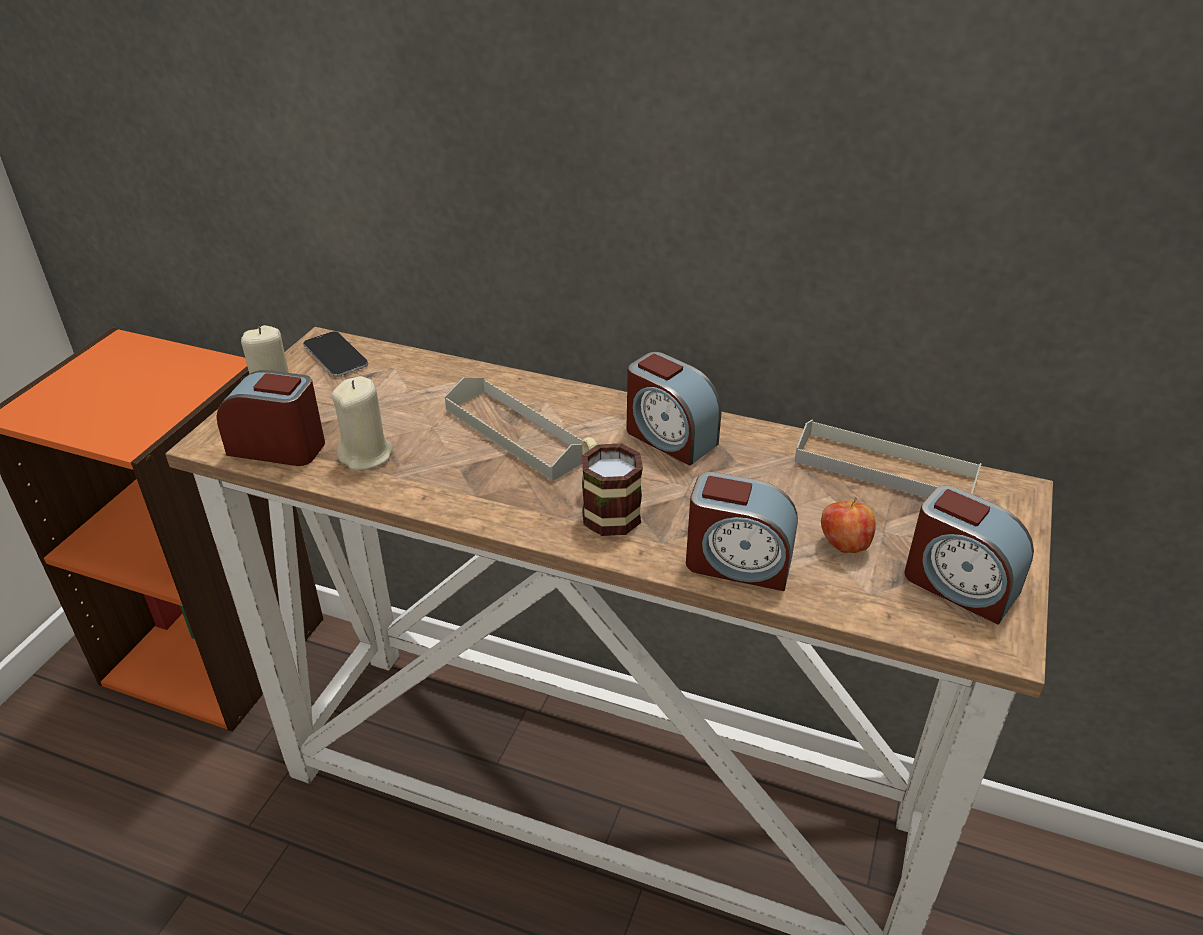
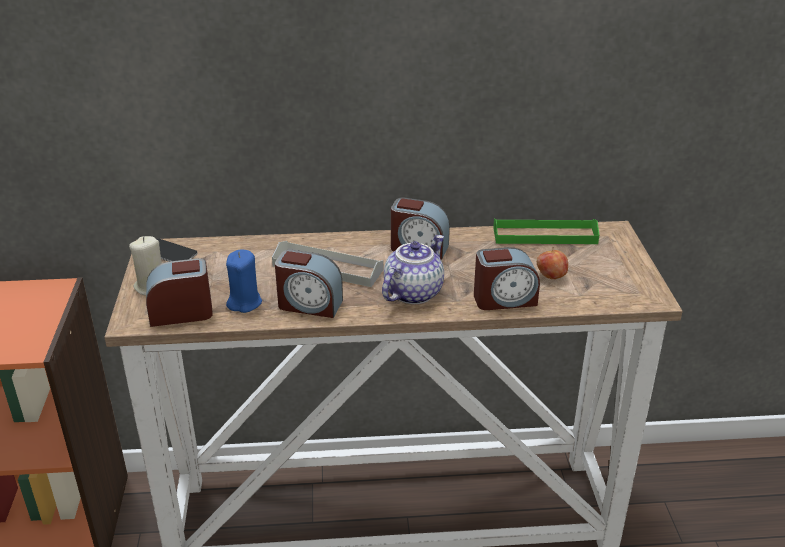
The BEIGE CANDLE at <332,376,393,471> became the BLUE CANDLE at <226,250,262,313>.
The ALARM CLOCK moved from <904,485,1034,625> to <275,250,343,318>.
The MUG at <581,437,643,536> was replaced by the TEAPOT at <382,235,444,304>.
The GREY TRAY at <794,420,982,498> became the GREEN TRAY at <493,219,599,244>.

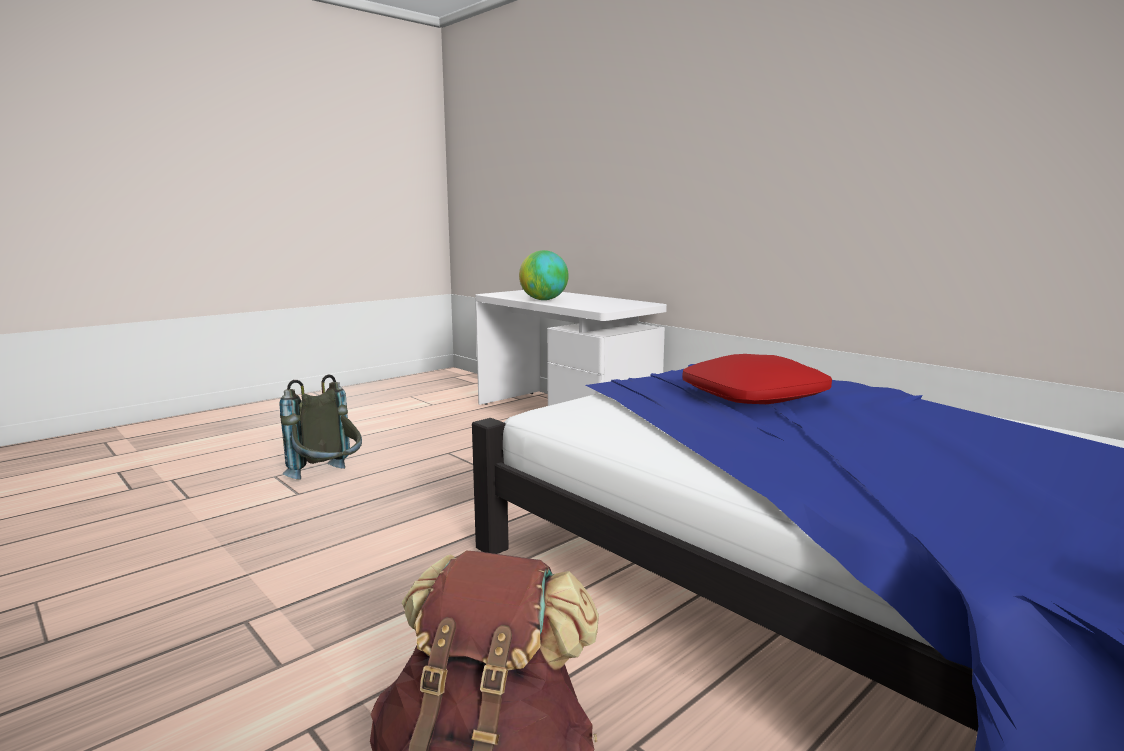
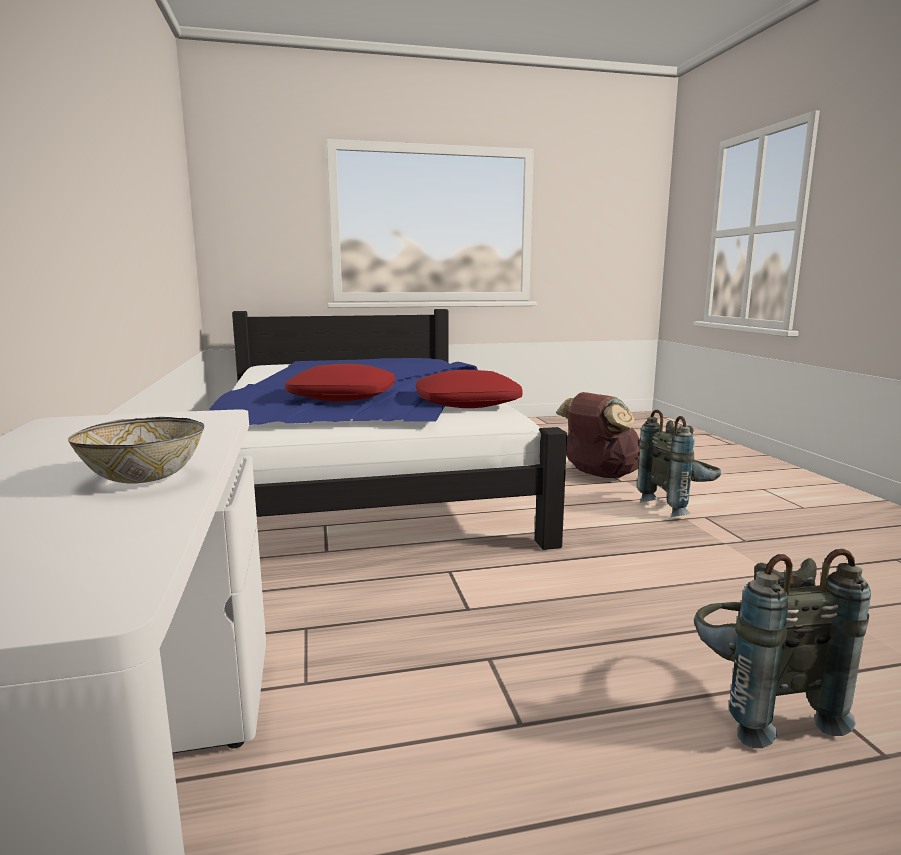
The GLOBE at <519,250,569,300> was replaced by the BOWL at <68,417,204,484>.
The RED PILLOW at <416,370,523,408> appeared.
The GREY BACKPACK at <637,410,721,517> appeared.

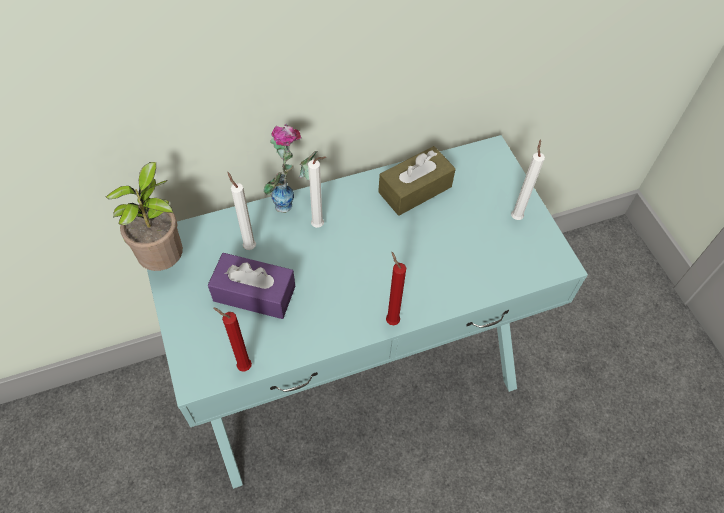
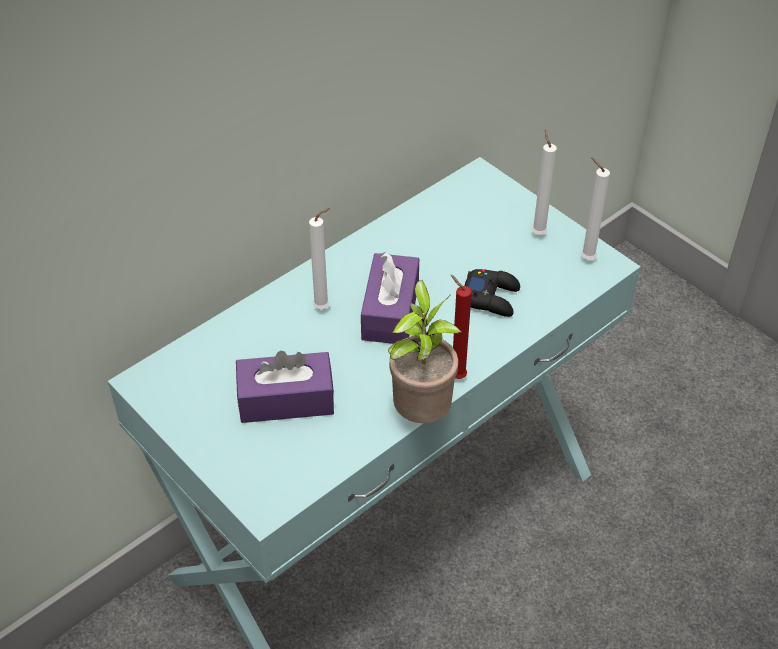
The PURPLE TISSUE BOX at <361,252,419,344> appeared.
The POTTED PLANT moved from <106,162,183,271> to <388,280,462,423>.
The BLACK GAME CONTROLLER at <464,269,520,317> appeared.
The WHITE CANDLE moved from <227,172,256,250> to <581,157,610,260>.
The RED CANDLE at <214,308,252,372> disappeared.
The VASE at <264,124,317,213> disappeared.
The BROWN TISSUE BOX at <378,146,456,216> disappeared.

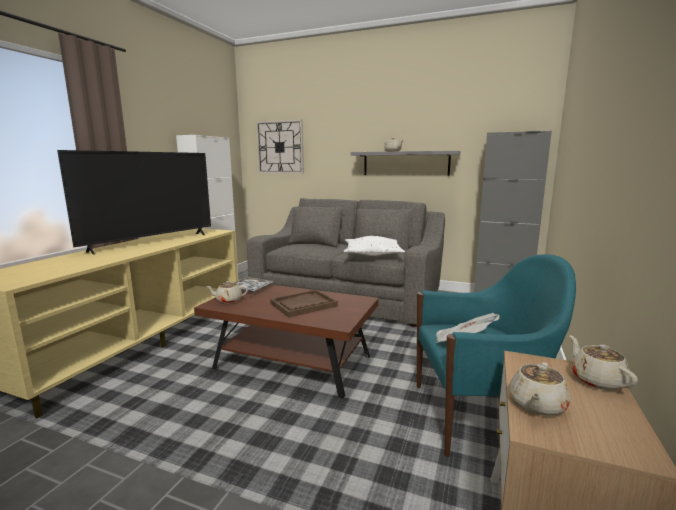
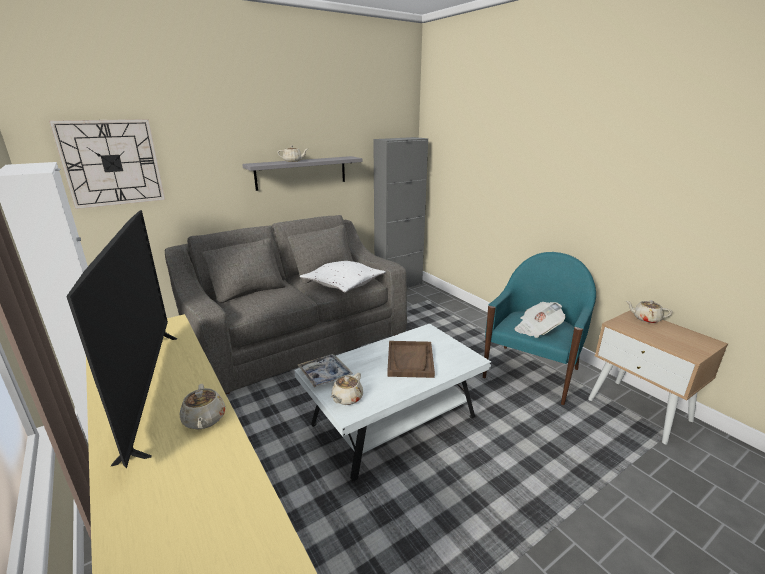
The BEIGE TEAPOT moved from <510,362,571,416> to <180,384,226,430>.
The BROWN COFFEE TABLE at <194,284,379,399> became the WHITE COFFEE TABLE at <294,324,491,482>.

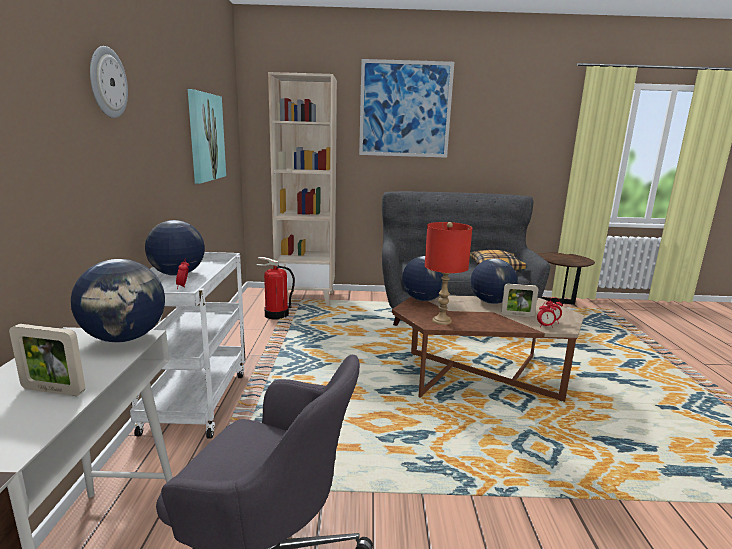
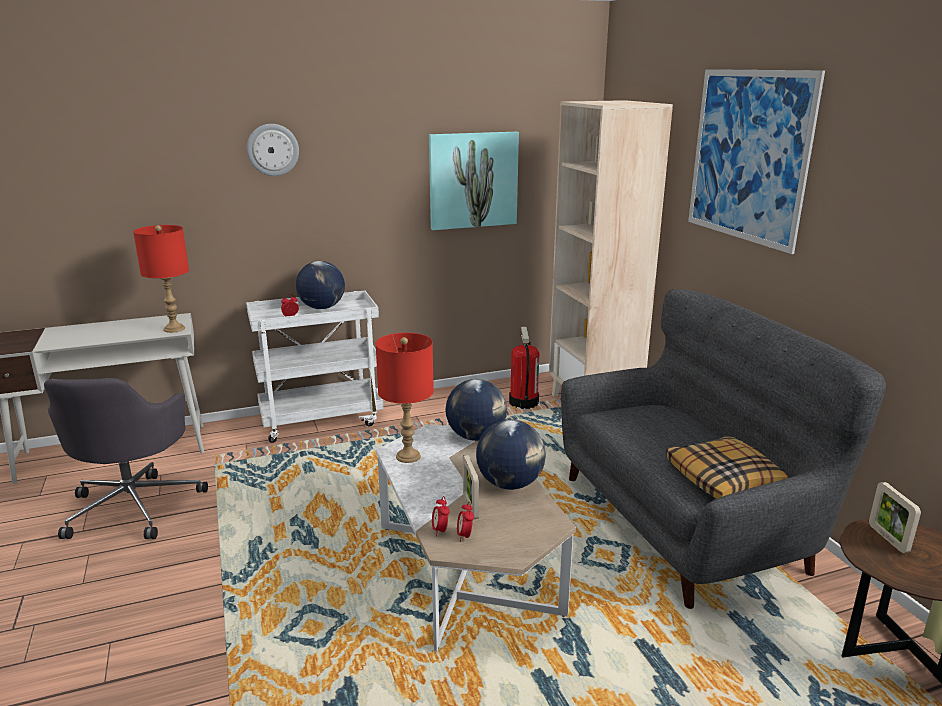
The GLOBE at <71,259,165,342> was replaced by the RED TABLE LAMP at <133,225,189,333>.
The BROWN COFFEE TABLE at <392,295,584,402> became the WHITE COFFEE TABLE at <376,424,576,652>.
The PICTURE FRAME moved from <9,324,85,396> to <869,482,921,553>.

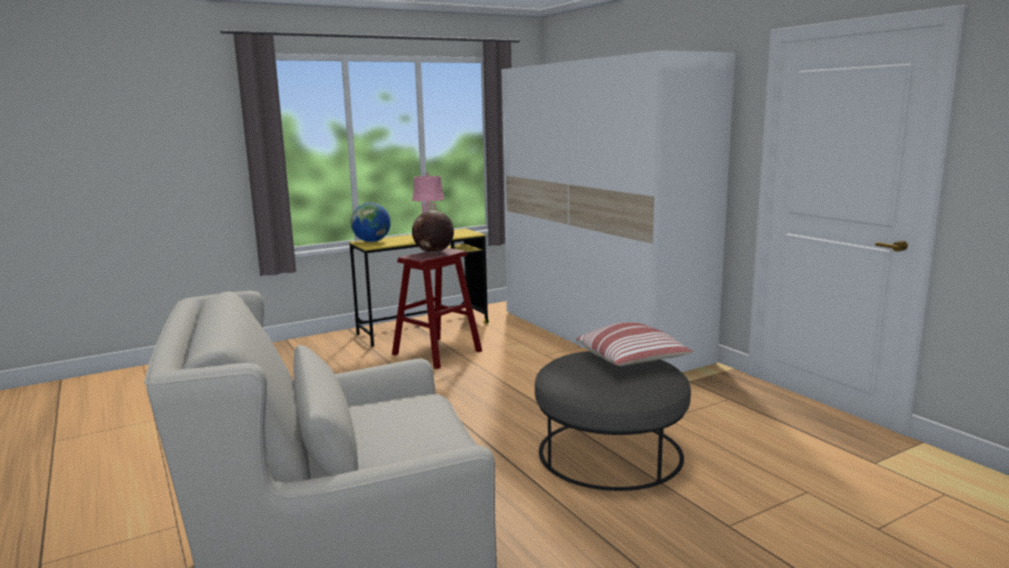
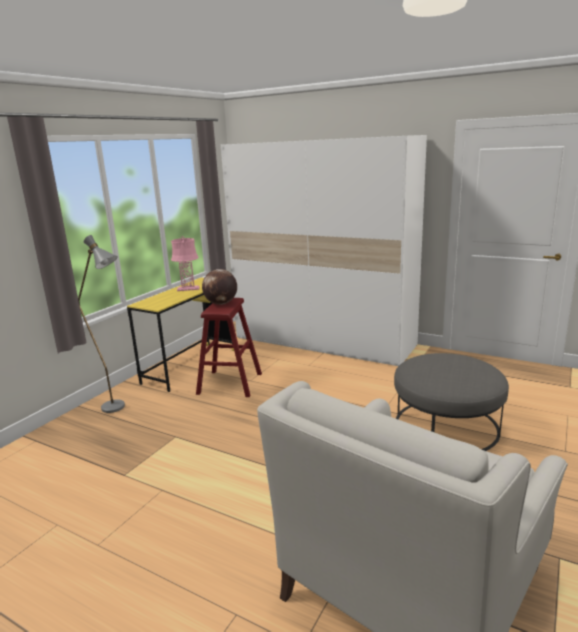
The GREY FLOOR LAMP at <78,235,125,413> appeared.
The GLOBE at <351,203,391,242> disappeared.
The PILLOW at <576,322,693,366> disappeared.

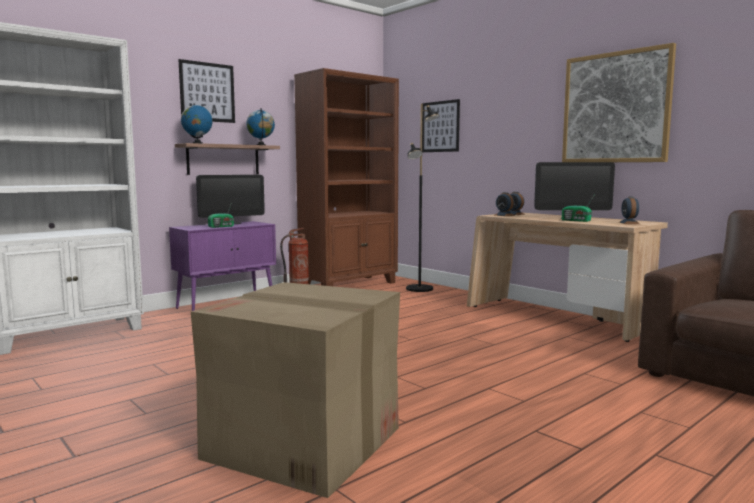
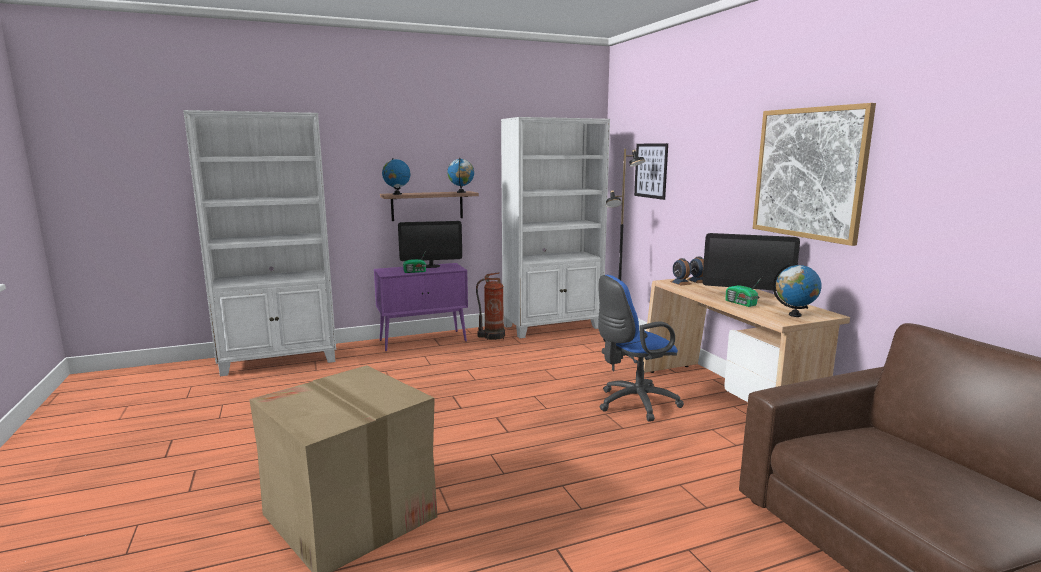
The BROWN BOOKCASE at <294,68,399,286> became the WHITE BOOKCASE at <501,117,610,339>.
The BLUE OFFICE CHAIR at <598,275,684,422> appeared.
The ALARM CLOCK at <619,196,640,224> was replaced by the GLOBE at <772,263,822,317>.
The PICTURE at <178,59,235,123> disappeared.

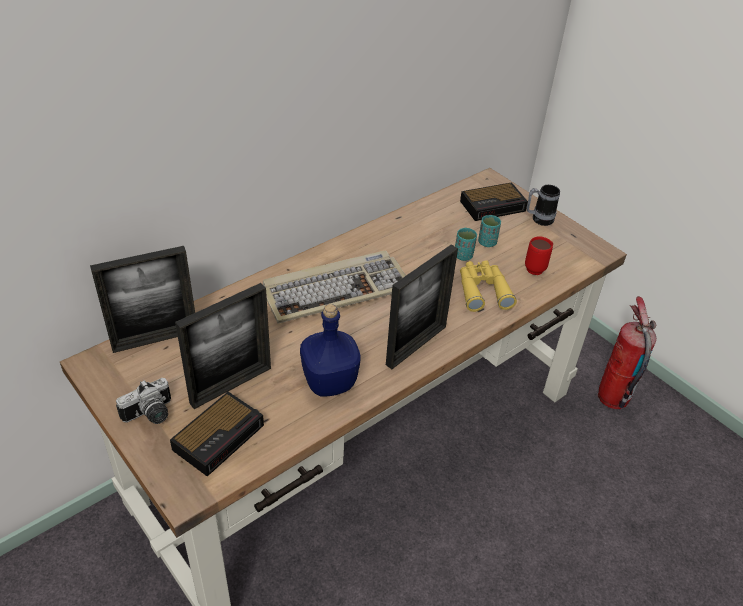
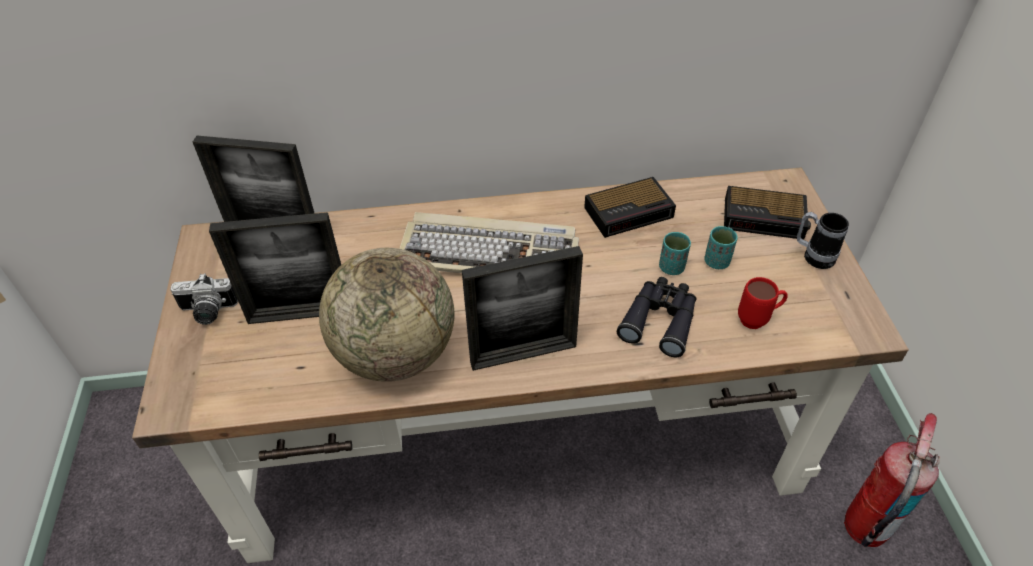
The BLUE BOTTLE at <300,304,360,397> was replaced by the GLOBE at <319,248,454,382>.
The ALARM CLOCK moved from <170,392,264,477> to <584,177,676,238>.
The YELLOW BINOCULARS at <460,260,517,312> became the BLACK BINOCULARS at <617,277,696,357>.

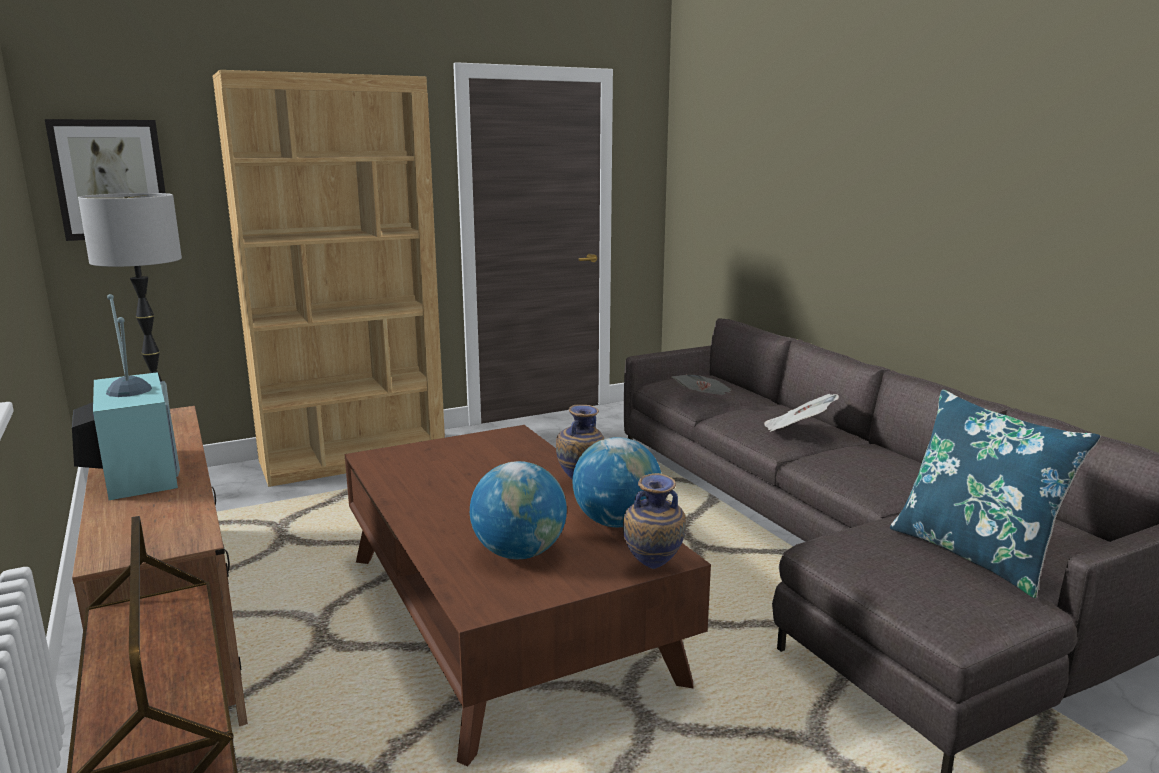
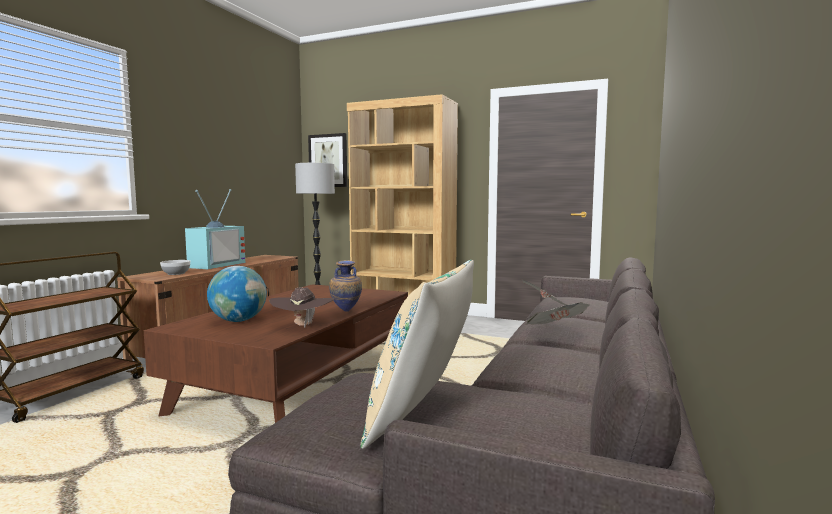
The BOWL at <160,260,190,275> appeared.
The GLOBE at <572,437,661,527> was replaced by the BROWN HAT at <269,287,334,328>.
The BLUE PILLOW at <890,390,1101,598> became the BEIGE PILLOW at <361,260,474,449>.
The VASE at <623,473,686,569> disappeared.

